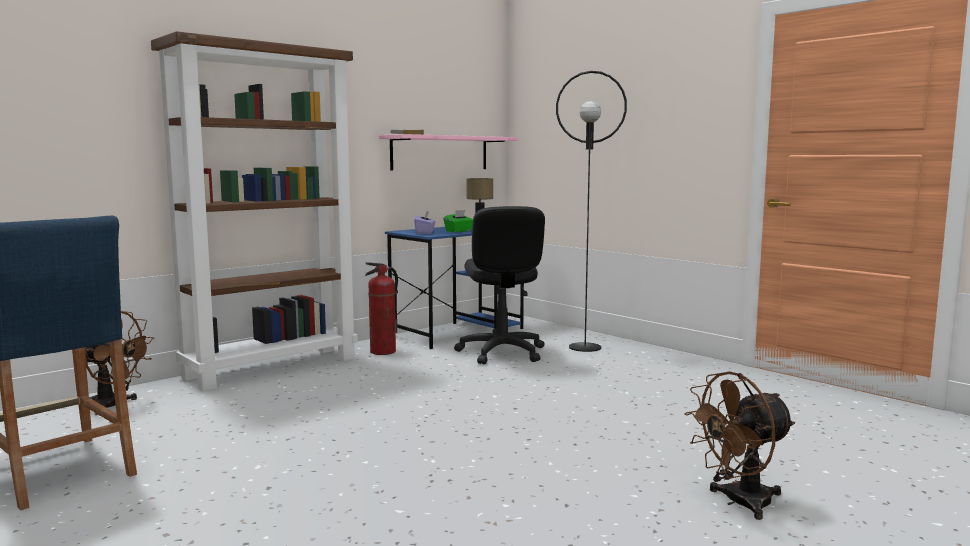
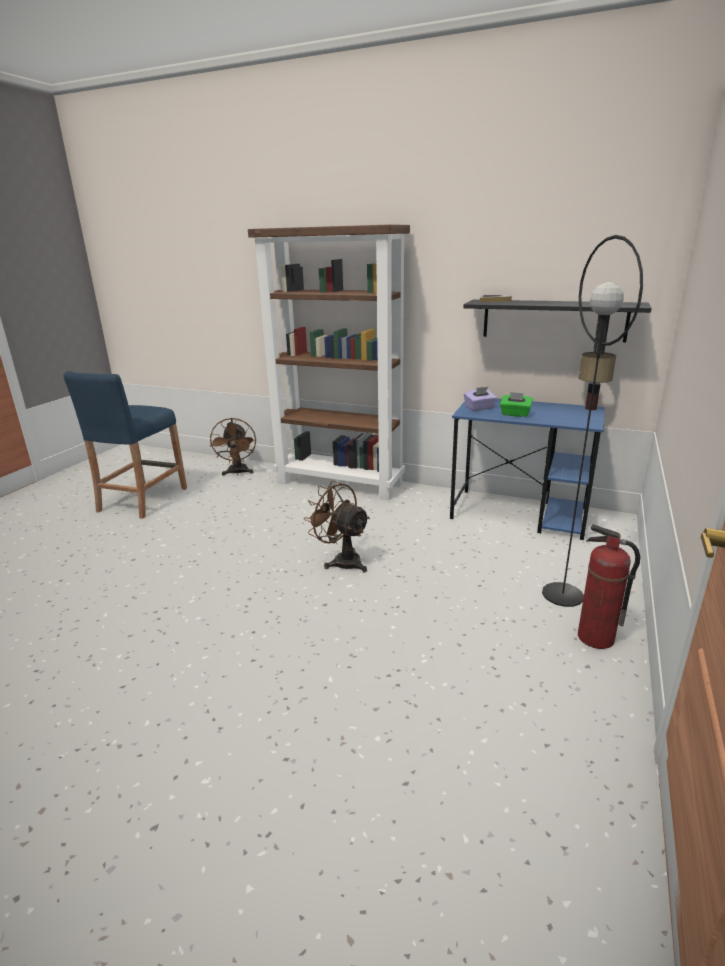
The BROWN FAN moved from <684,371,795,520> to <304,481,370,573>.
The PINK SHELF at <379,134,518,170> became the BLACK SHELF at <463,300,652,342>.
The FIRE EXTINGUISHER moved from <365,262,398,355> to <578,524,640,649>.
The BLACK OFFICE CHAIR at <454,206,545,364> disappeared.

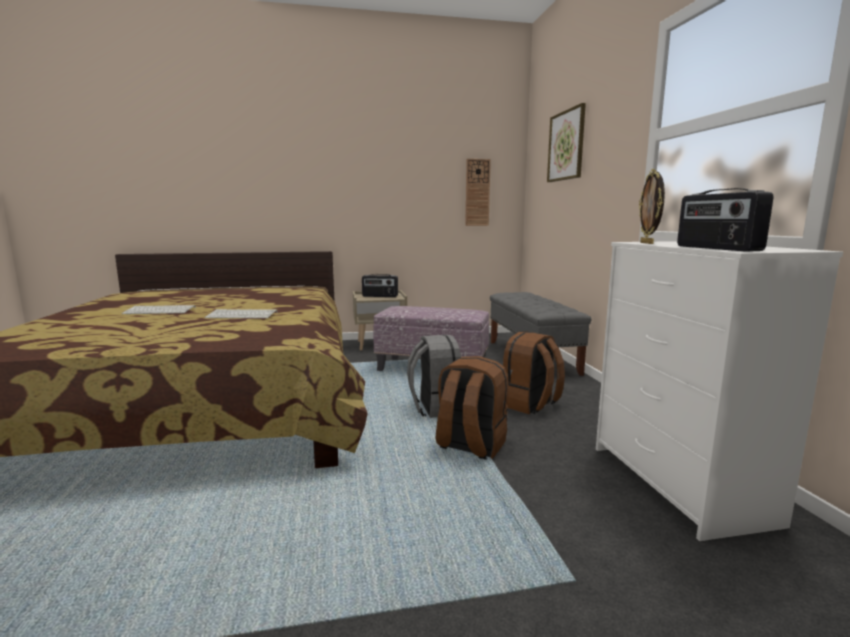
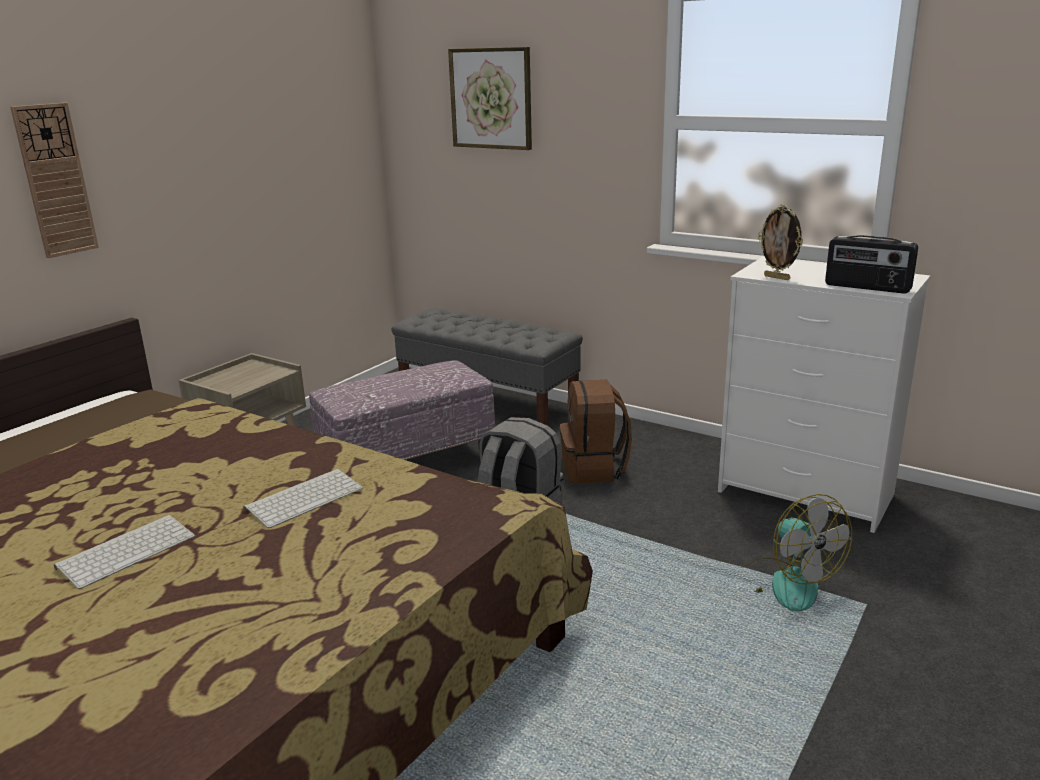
The WALL CLOCK moved from <465,159,491,226> to <10,103,99,258>.
The FAN at <741,494,852,612> appeared.
The RADIO at <362,274,398,297> disappeared.
The BROWN BACKPACK at <436,356,509,460> disappeared.

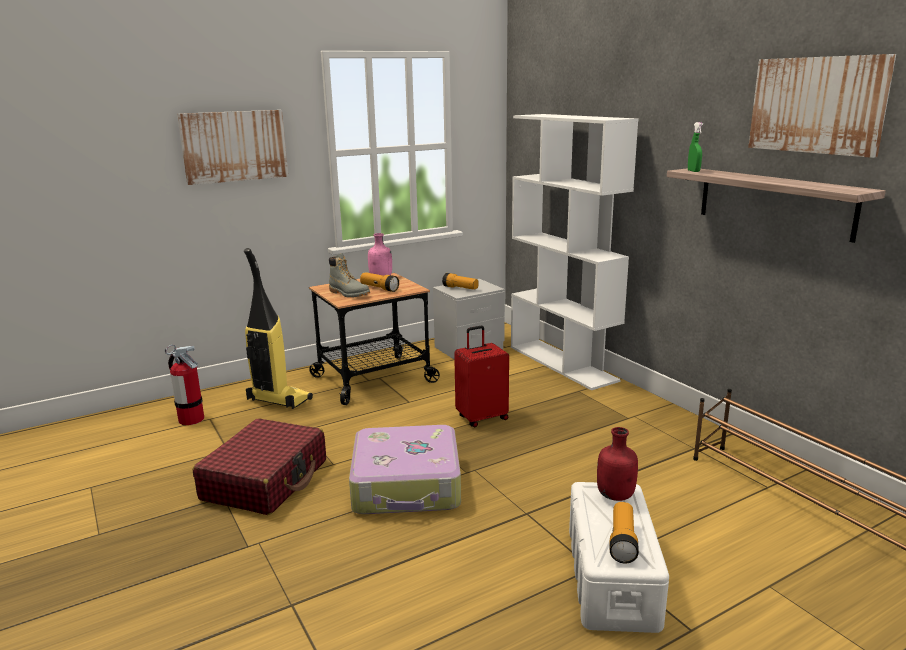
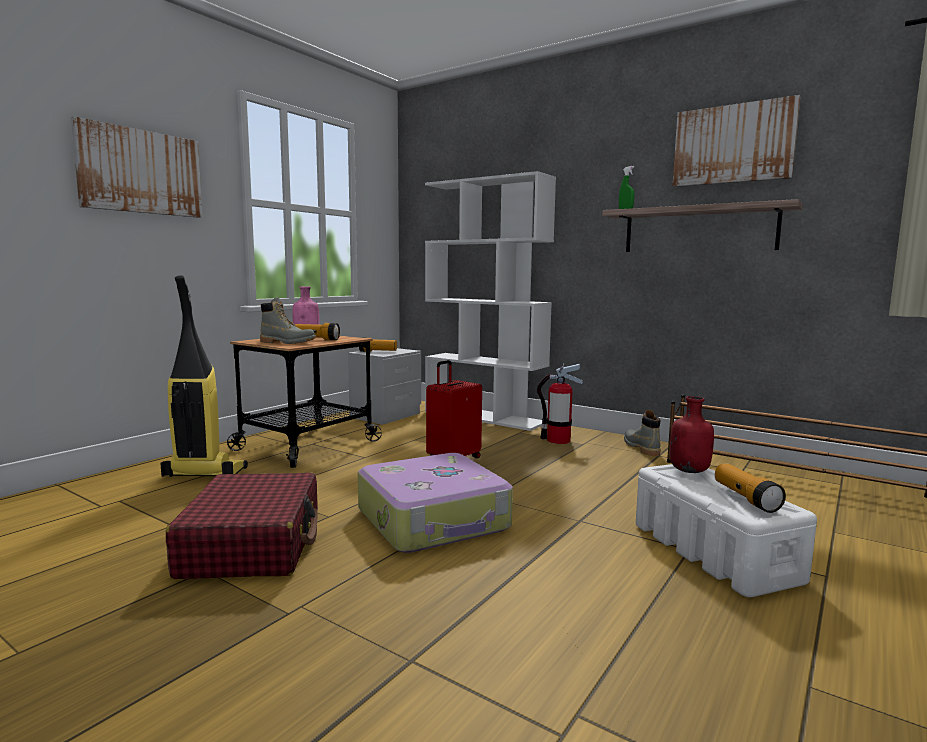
The FIRE EXTINGUISHER moved from <165,344,204,425> to <537,363,583,444>.
The GREY BOOT at <624,410,661,456> appeared.

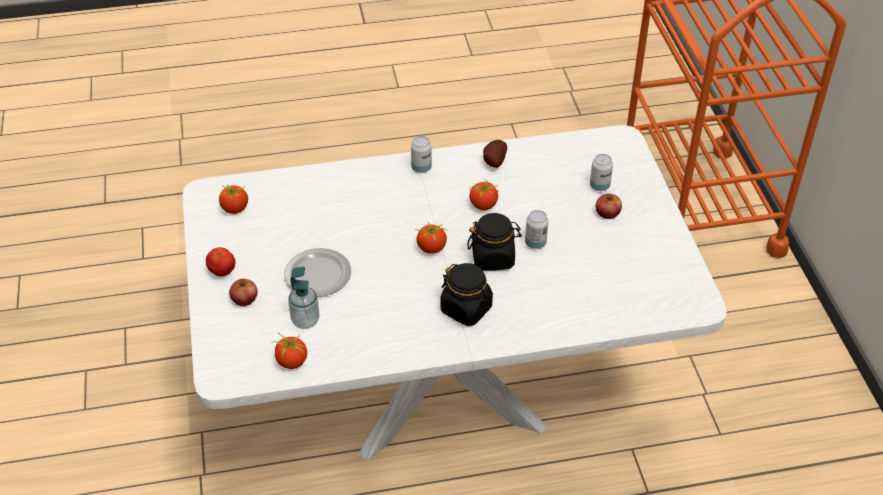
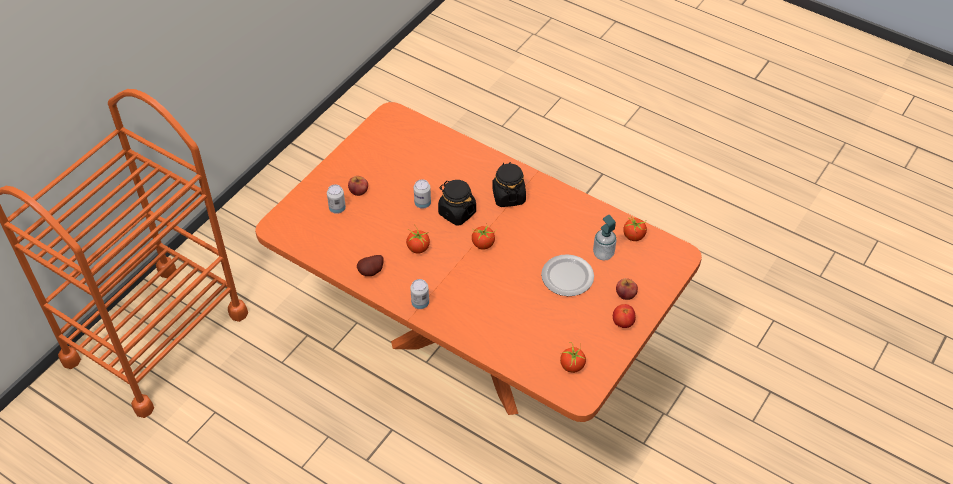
The WHITE DINING TABLE at <182,125,727,460> became the ORANGE DINING TABLE at <255,102,702,422>.

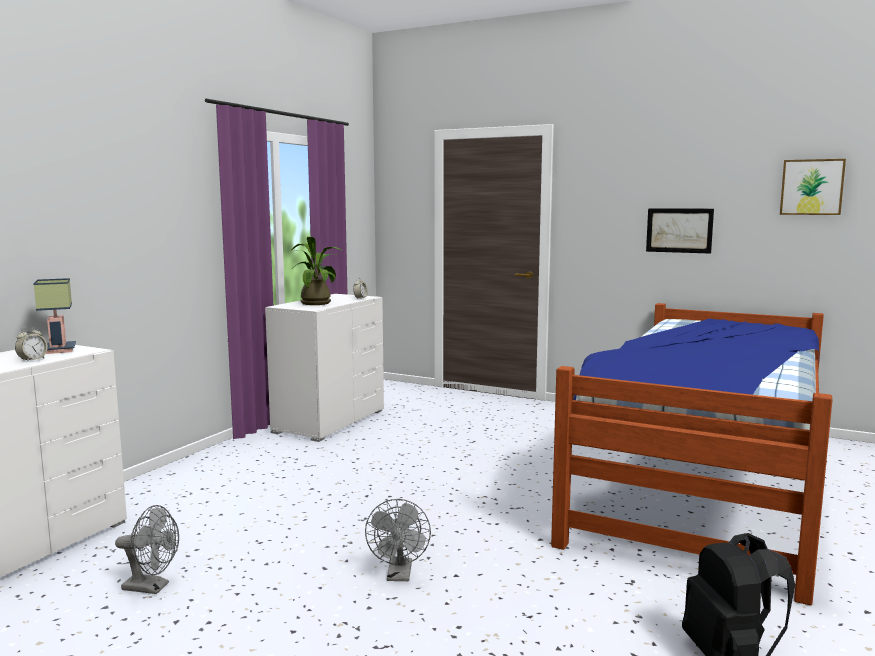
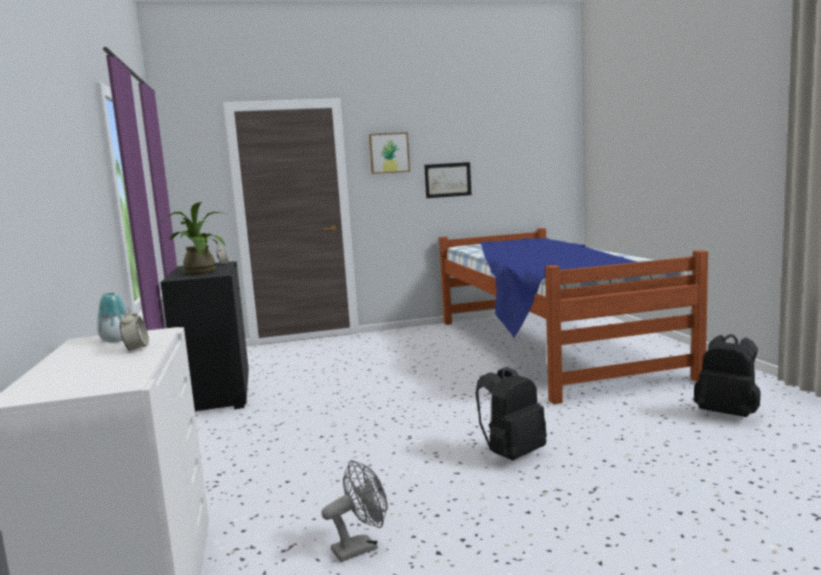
The TABLE LAMP at <33,278,76,354> was replaced by the VASE at <97,293,127,342>.
The WHITE DRESSER at <265,294,384,442> became the BLACK DRESSER at <161,261,249,411>.
The PICTURE moved from <780,159,846,215> to <369,132,410,174>.
The GREY FAN at <365,499,431,581> was replaced by the BLACK BACKPACK at <475,367,547,460>.

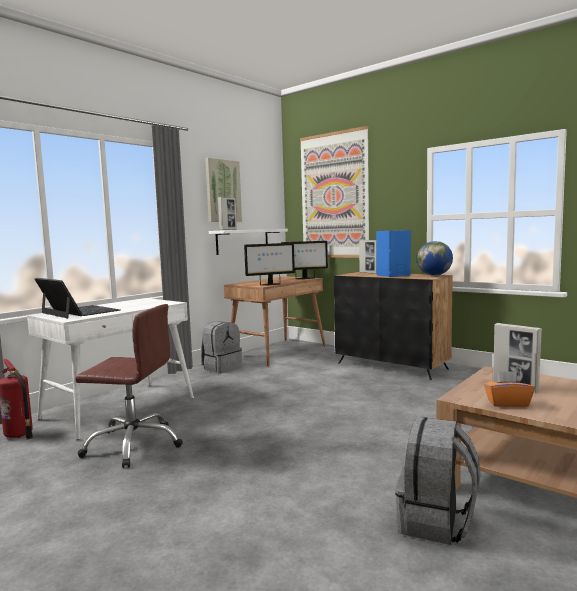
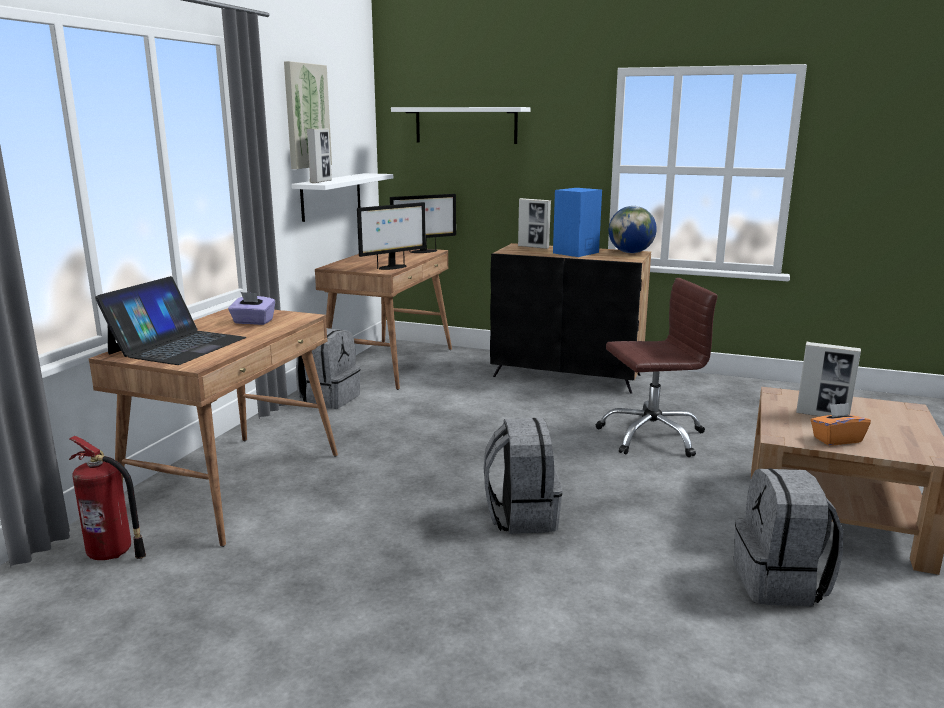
The WHITE DESK at <27,298,194,440> became the BROWN DESK at <89,308,338,547>.
The LAPTOP at <35,278,120,318> turned 90 degrees clockwise.
The PURPLE TISSUE BOX at <228,292,275,325> appeared.
The PICTURE at <300,126,369,258> was replaced by the WHITE SHELF at <391,107,530,144>.
The GREY BACKPACK at <484,418,562,534> appeared.
The BROWN OFFICE CHAIR moved from <75,304,183,468> to <596,278,718,457>.

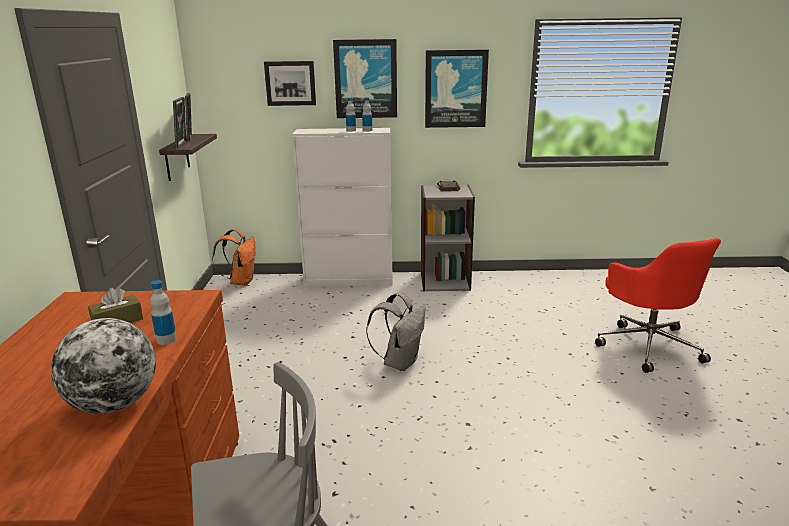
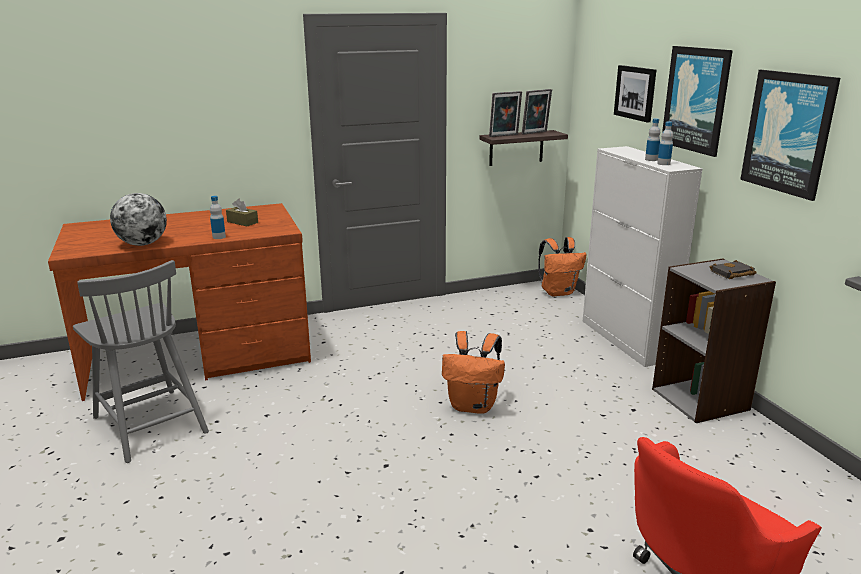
The GREY BACKPACK at <366,293,426,371> became the ORANGE BACKPACK at <442,331,505,414>.

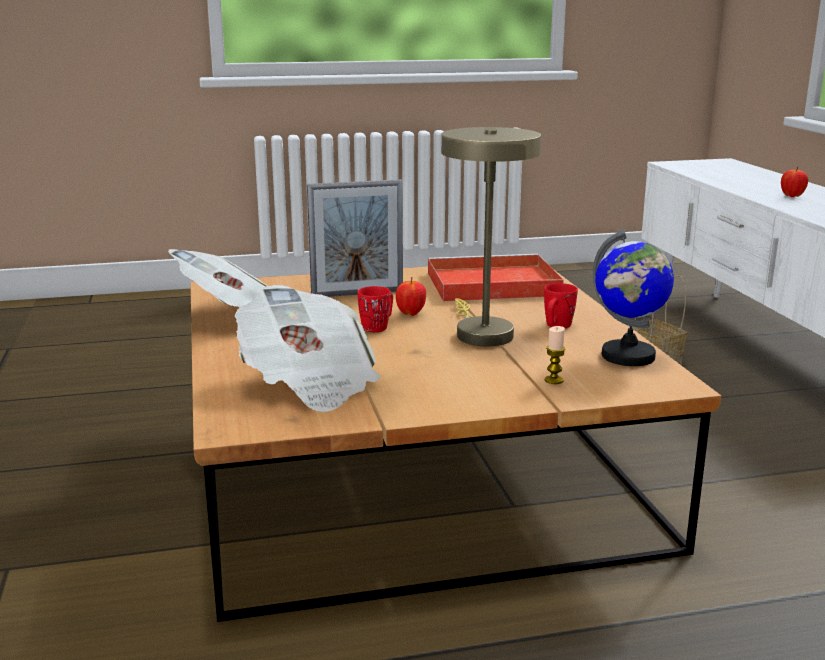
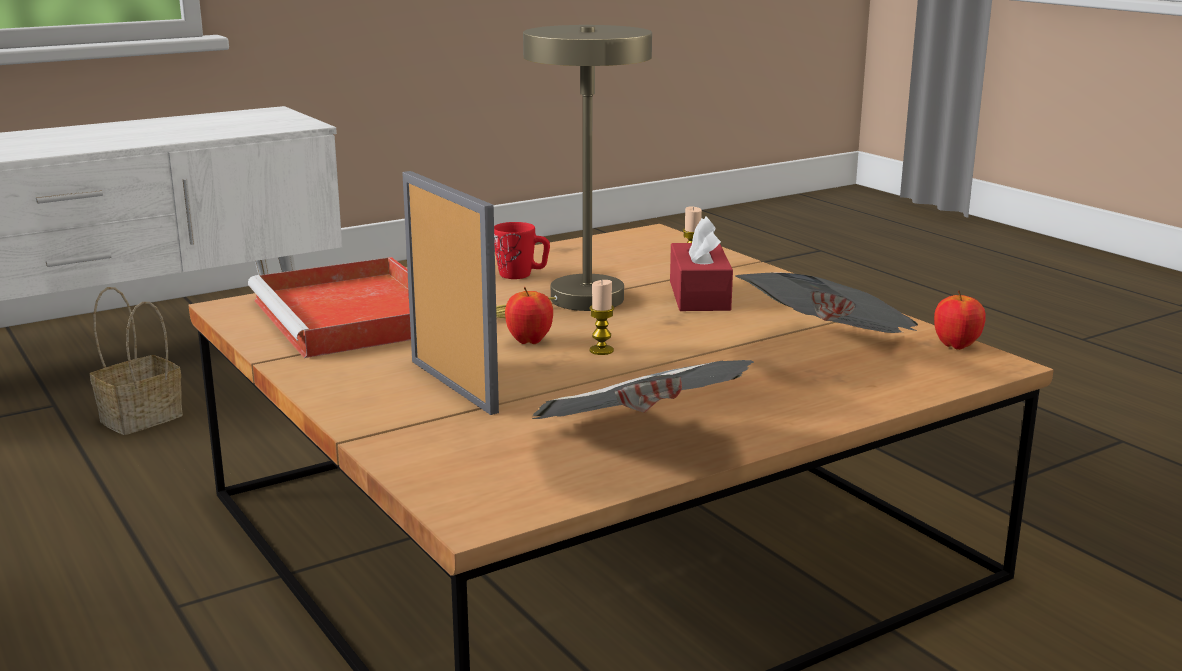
The RED MUG at <357,286,393,332> was replaced by the CANDLE at <589,280,614,355>.
The RED TISSUE BOX at <670,217,733,311> appeared.
The APPLE moved from <781,166,808,197> to <934,290,986,350>.
The GLOBE at <593,229,674,366> disappeared.

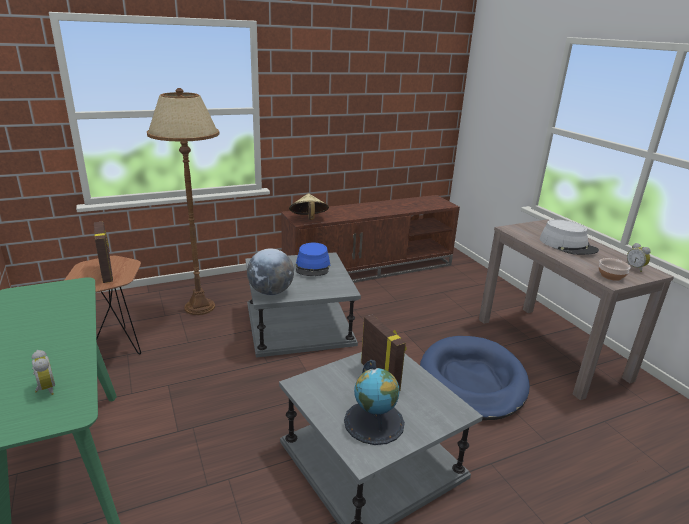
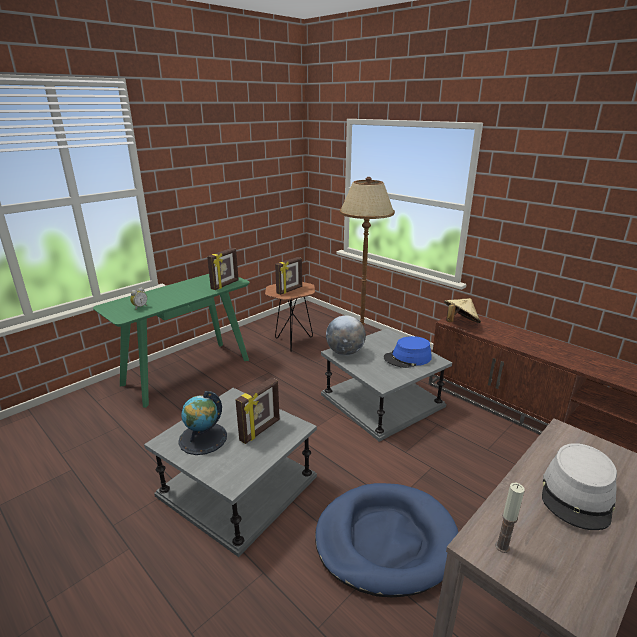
The PICTURE FRAME at <207,248,239,290> appeared.
The BOWL at <599,258,631,281> was replaced by the CANDLE at <495,483,525,553>.
The ALARM CLOCK at <627,243,651,272> disappeared.

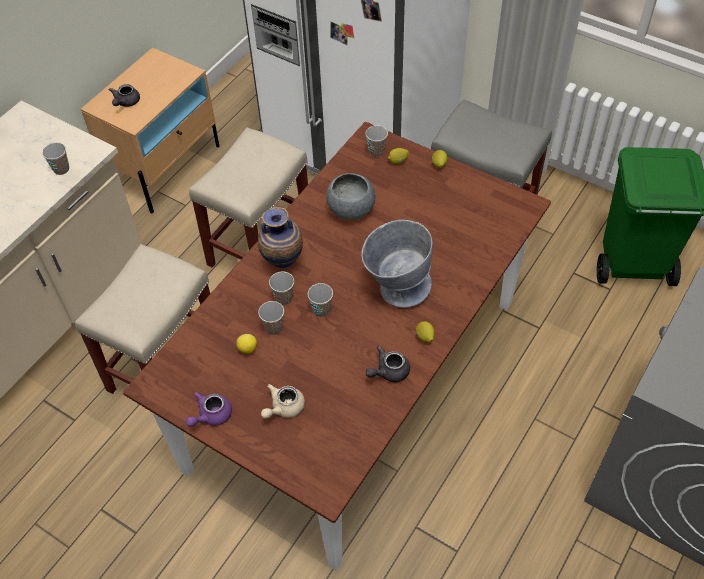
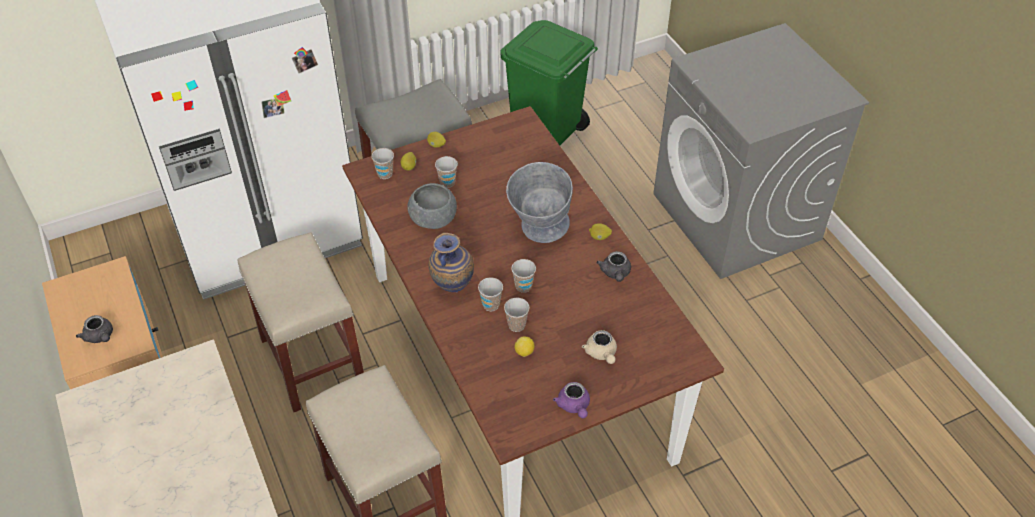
The CUP moved from <42,142,69,175> to <435,156,458,188>.

